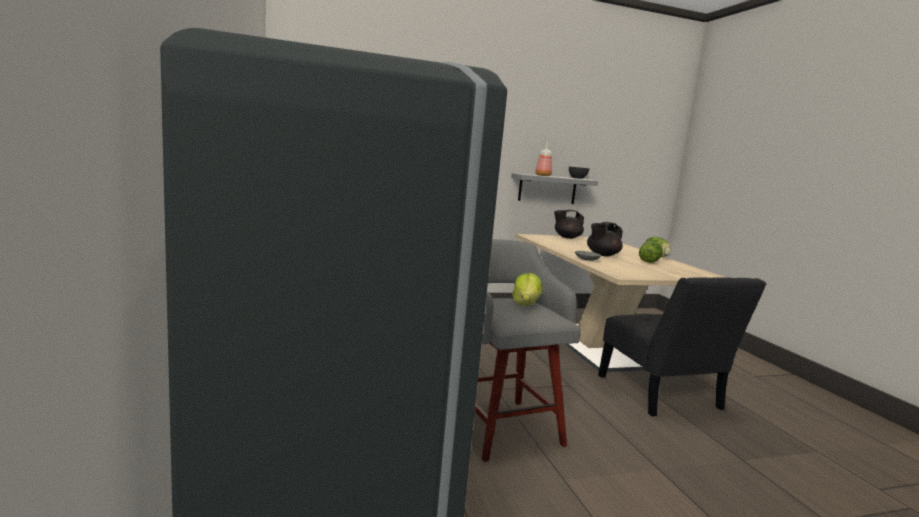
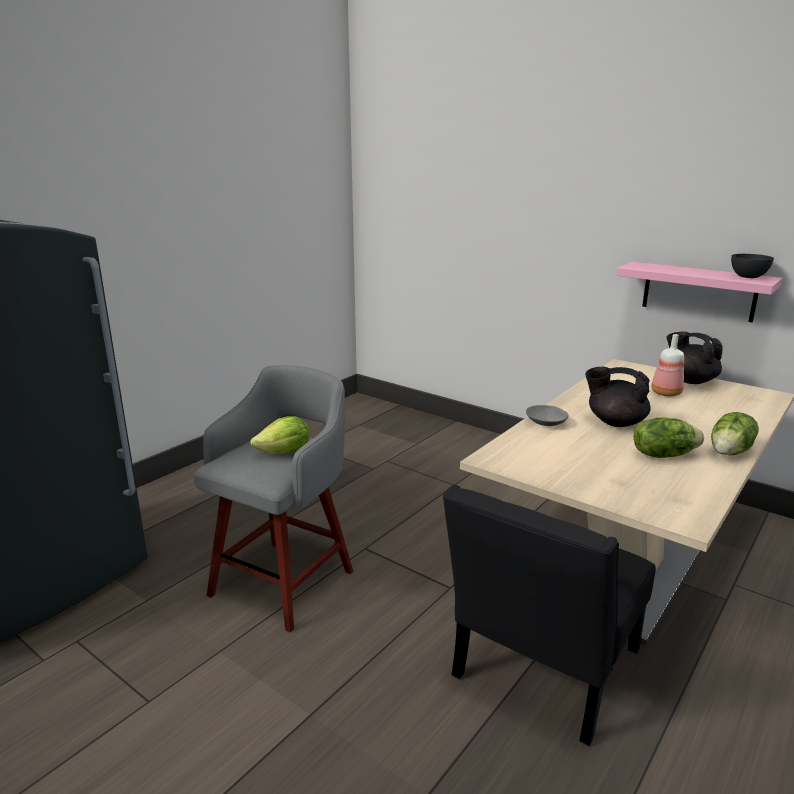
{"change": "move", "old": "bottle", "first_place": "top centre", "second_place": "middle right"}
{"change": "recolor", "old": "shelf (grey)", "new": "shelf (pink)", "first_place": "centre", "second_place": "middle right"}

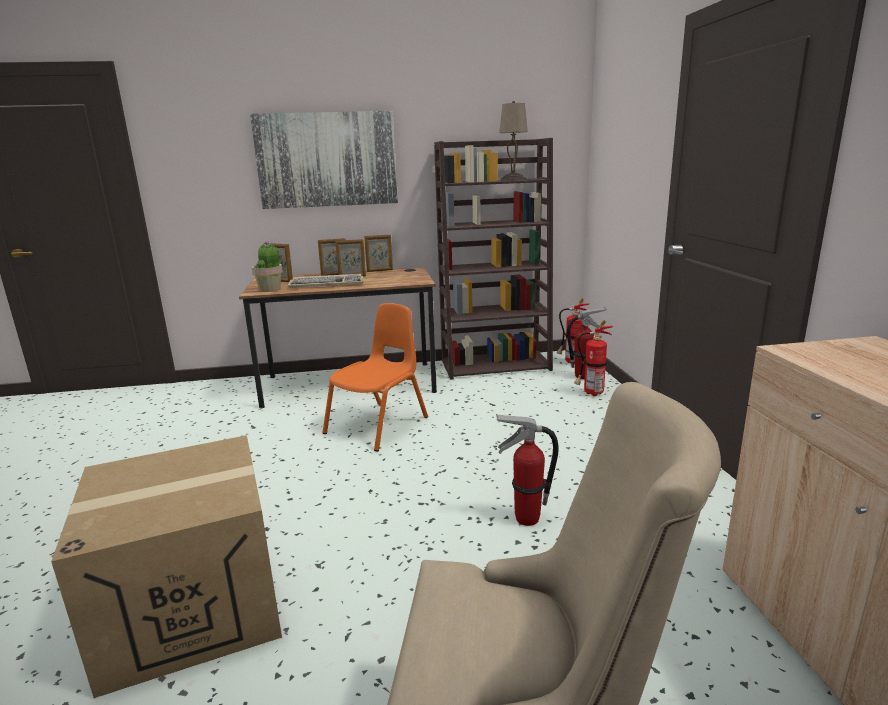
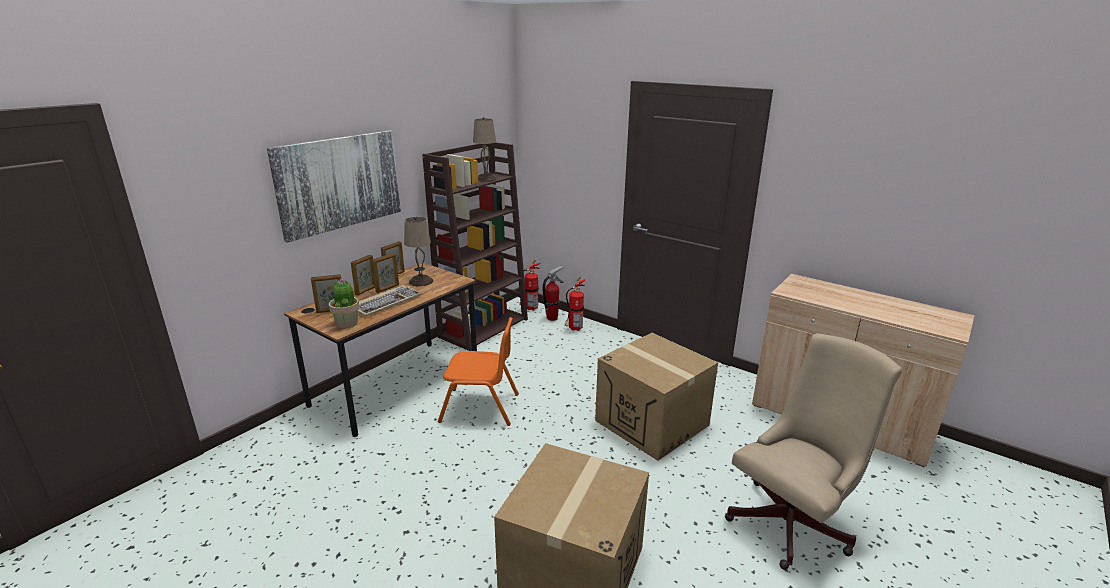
{"change": "rotate", "old": "chair (orange)", "first_place": "centre", "second_place": "centre", "degrees": 105}
{"change": "replace", "old": "fire extinguisher (1st from left)", "new": "cardboard box (2nd from left)", "first_place": "bottom centre", "second_place": "bottom centre"}
{"change": "insert", "new": "table lamp (beige) (1st from left)", "second_place": "centre"}

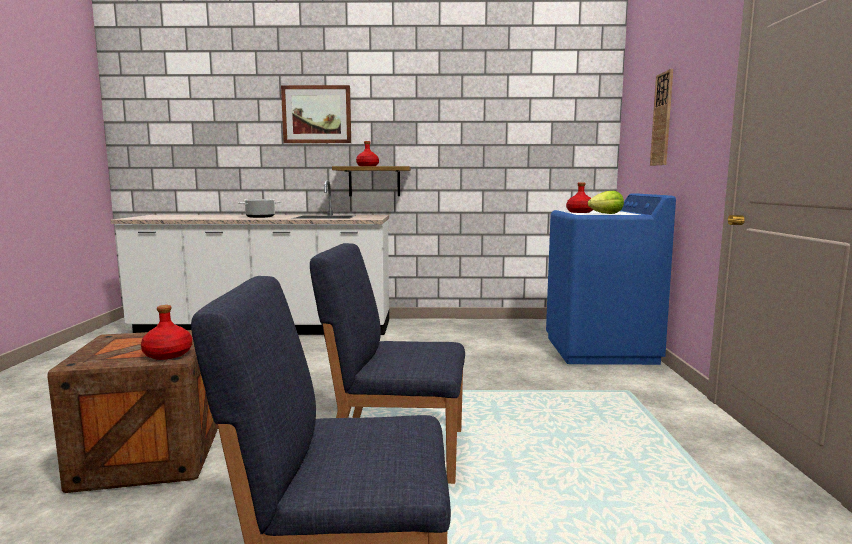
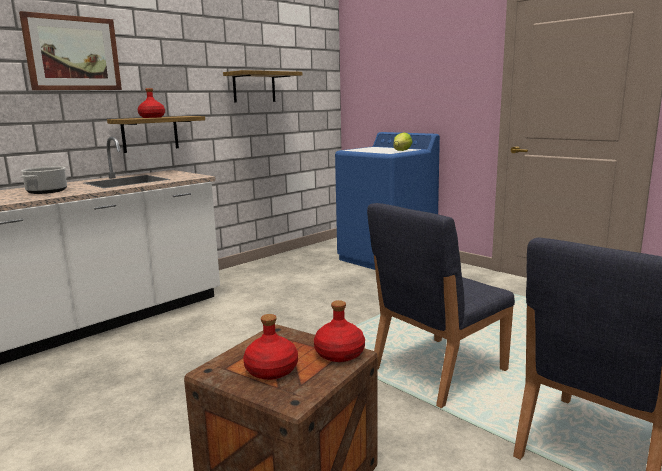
{"change": "delete", "old": "wall clock", "first_place": "top right"}
{"change": "move", "old": "bottle (red) (3rd from left in the first image)", "new": "bottle (red) (2nd from left)", "first_place": "middle right", "second_place": "bottom centre"}
{"change": "insert", "new": "shelf (2nd from left)", "second_place": "top centre"}

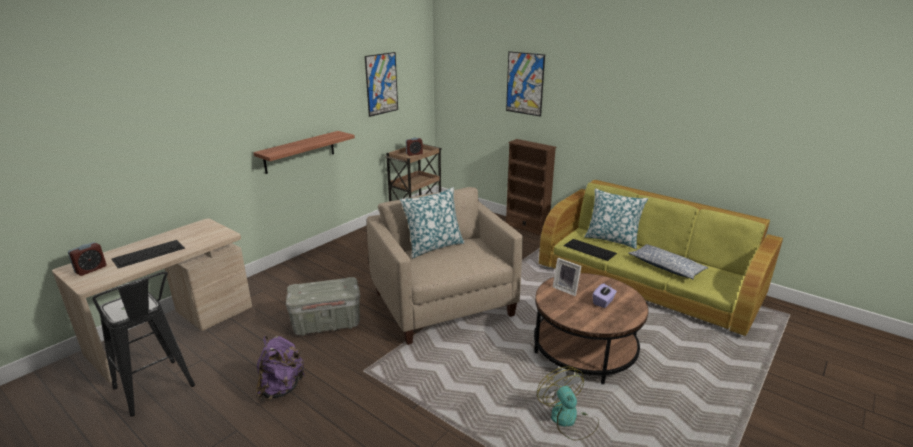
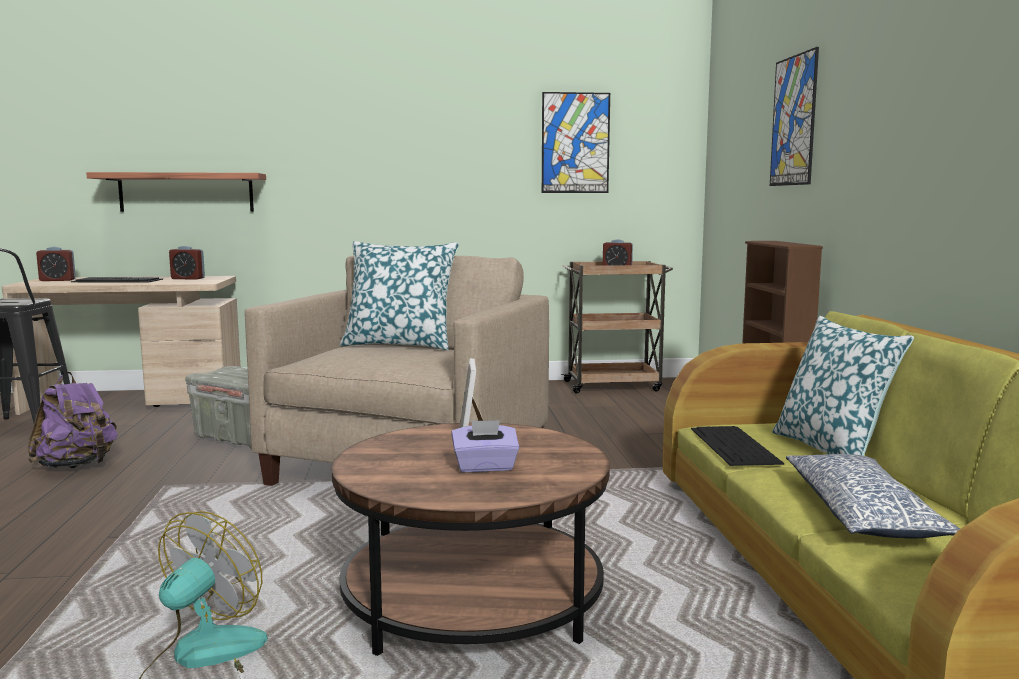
{"change": "move", "old": "shelf", "first_place": "middle left", "second_place": "top left"}
{"change": "insert", "new": "alarm clock (2nd from left)", "second_place": "middle left"}

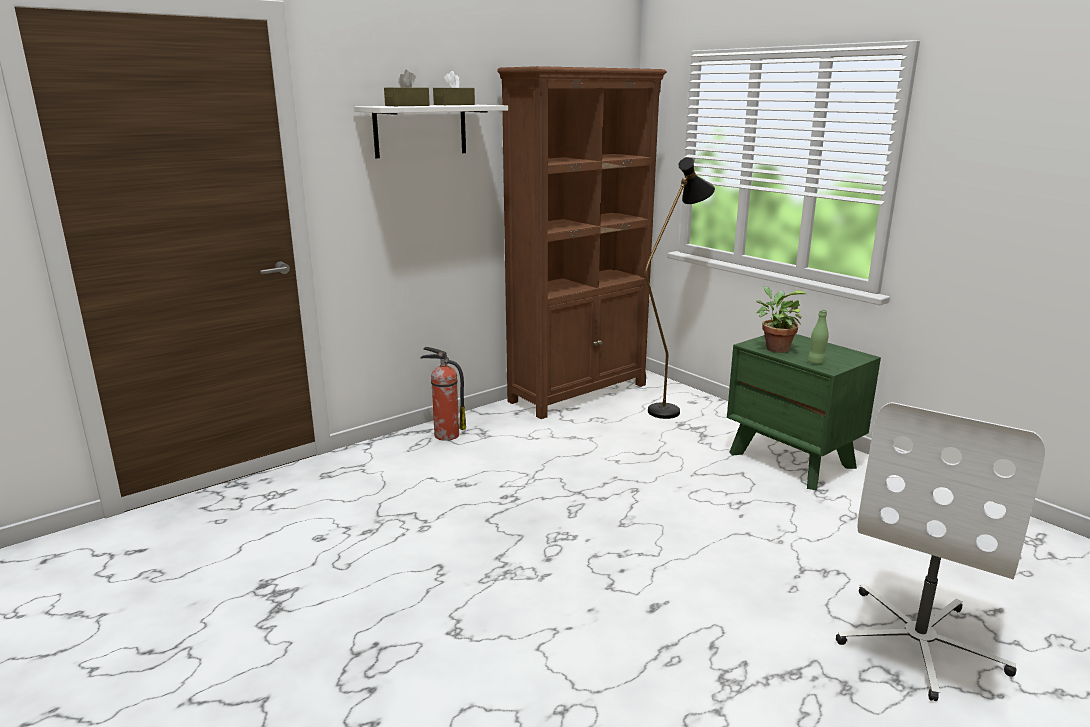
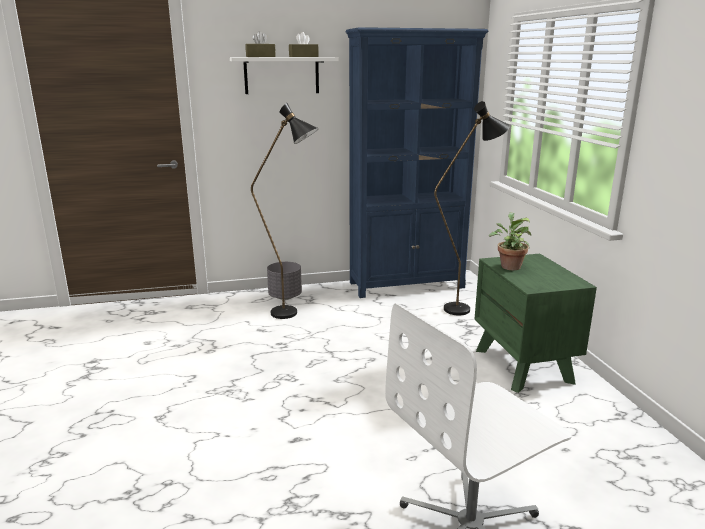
{"change": "recolor", "old": "bookcase (brown)", "new": "bookcase (blue)", "first_place": "top centre", "second_place": "top centre"}
{"change": "delete", "old": "bottle (green)", "first_place": "middle right"}
{"change": "replace", "old": "fire extinguisher", "new": "planter (grey)", "first_place": "centre", "second_place": "centre"}
{"change": "insert", "new": "floor lamp (black) (1st from left)", "second_place": "centre"}

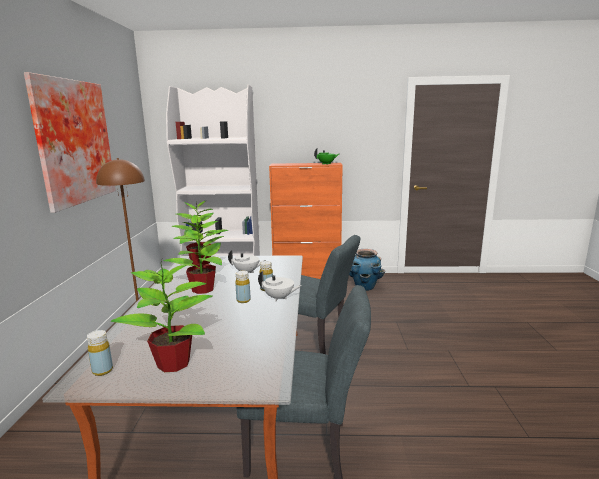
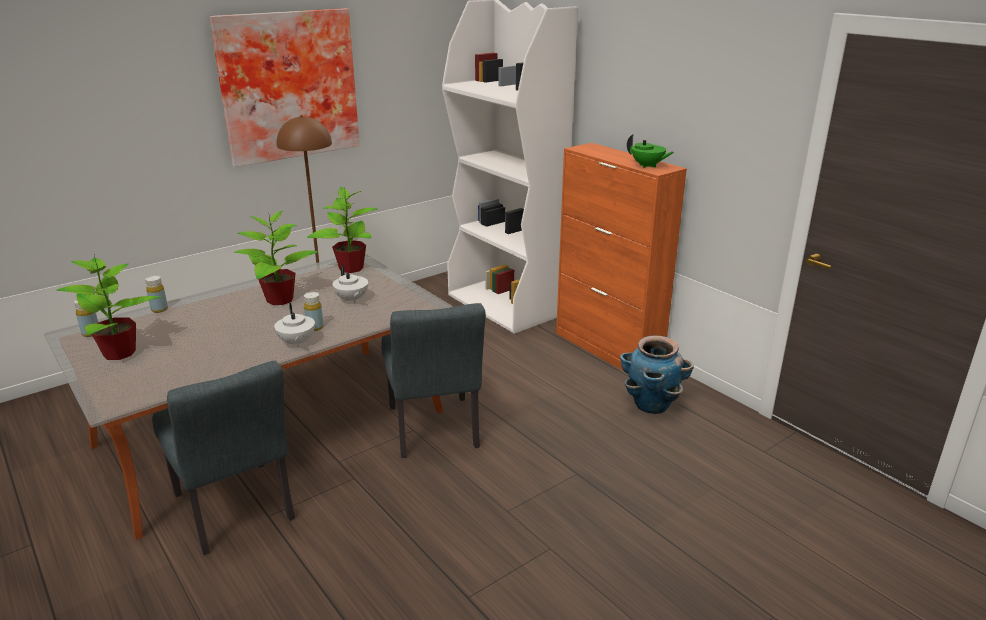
{"change": "move", "old": "bottle (yellow) (2nd from left)", "first_place": "centre", "second_place": "middle left"}

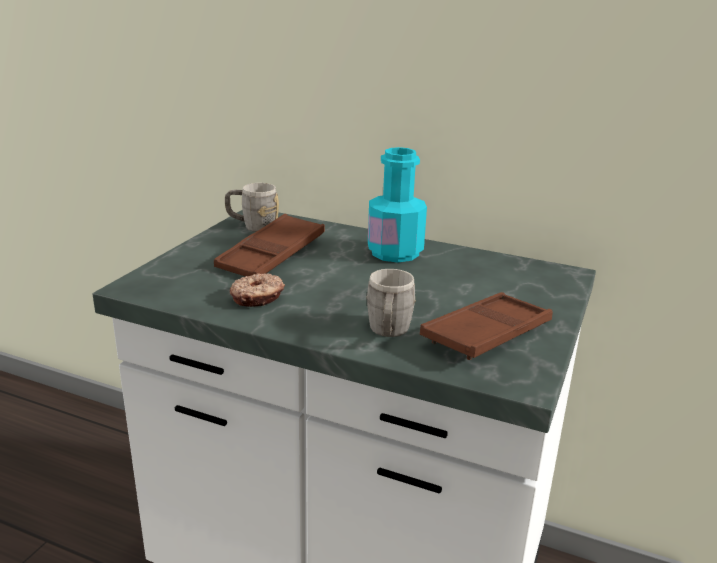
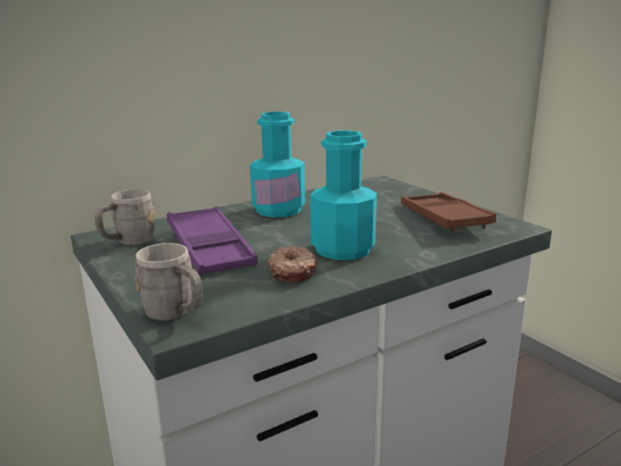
{"change": "recolor", "old": "tray (brown) (1st from left)", "new": "tray (purple)", "first_place": "centre", "second_place": "centre"}
{"change": "move", "old": "mug (grey) (2nd from left)", "first_place": "centre", "second_place": "middle left"}
{"change": "insert", "new": "bottle (turquoise) (2nd from left)", "second_place": "centre"}

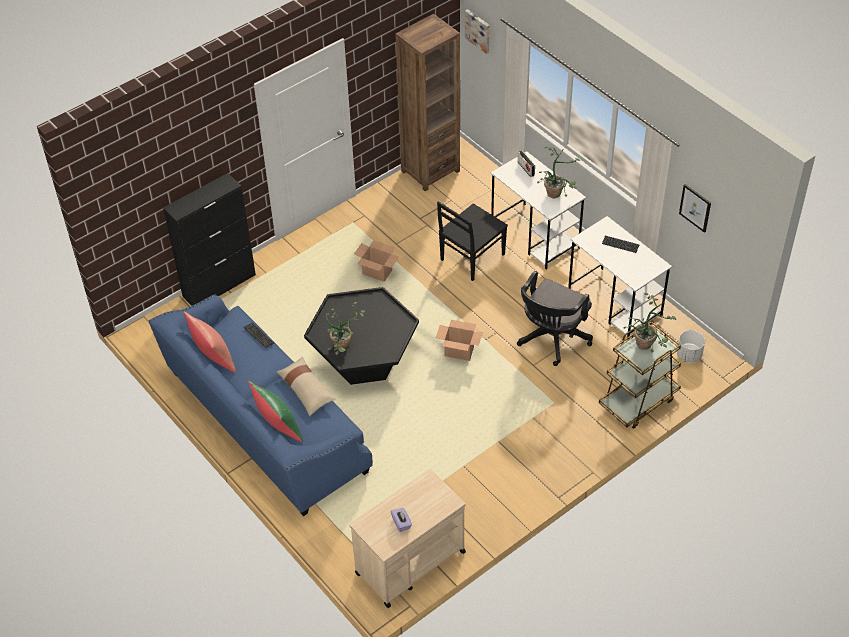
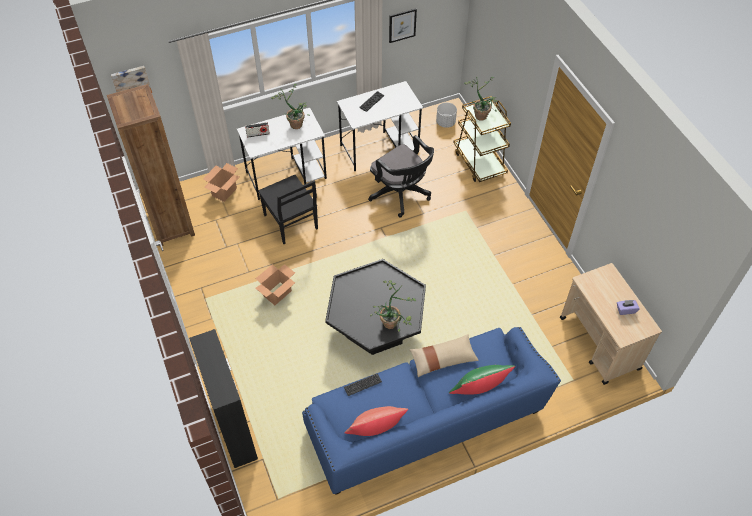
{"change": "move", "old": "cardboard box (2nd from left in the first image)", "new": "cardboard box (1st from left)", "first_place": "centre", "second_place": "middle left"}

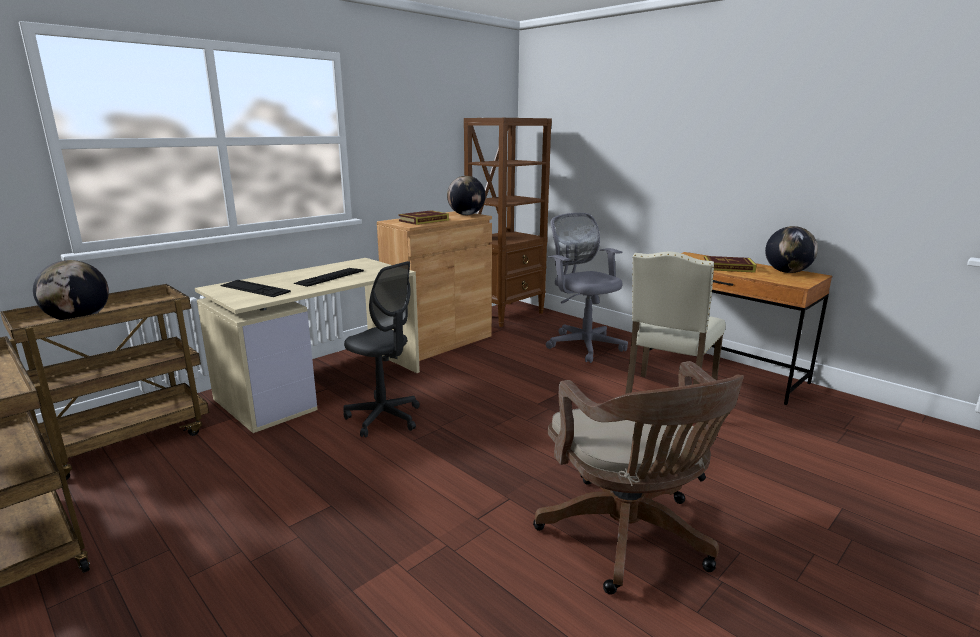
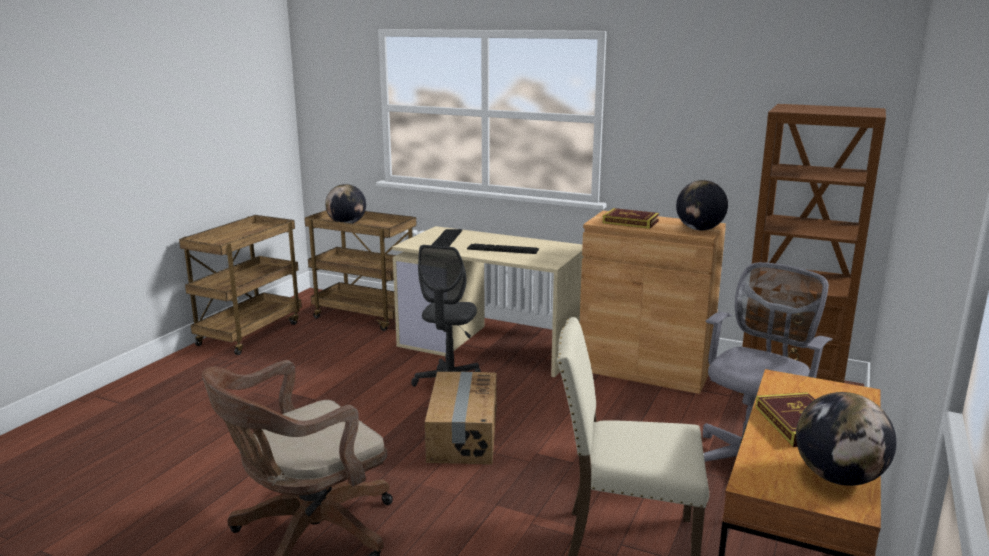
{"change": "insert", "new": "cardboard box", "second_place": "bottom centre"}

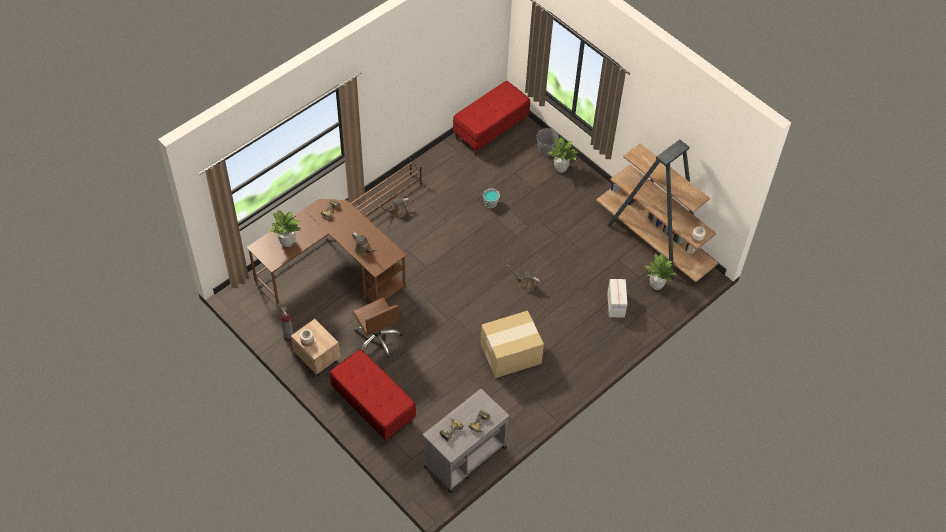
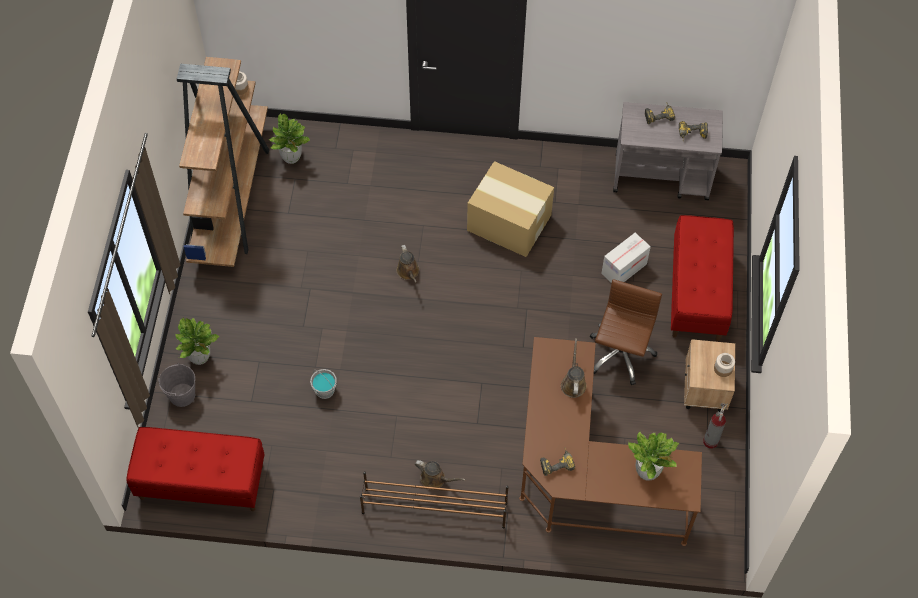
{"change": "move", "old": "cardboard box (2nd from left)", "first_place": "centre", "second_place": "middle right"}

